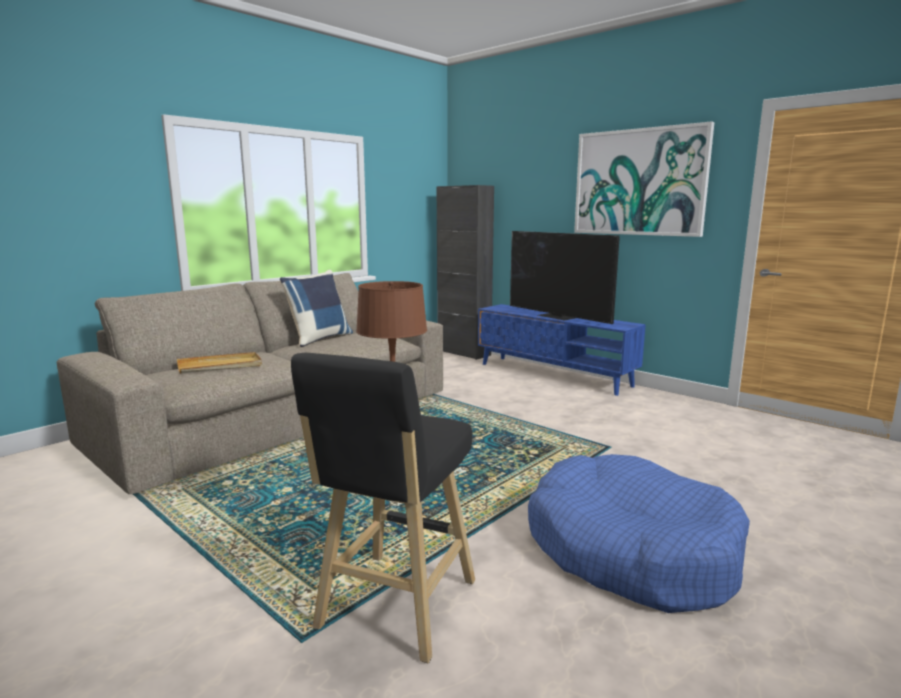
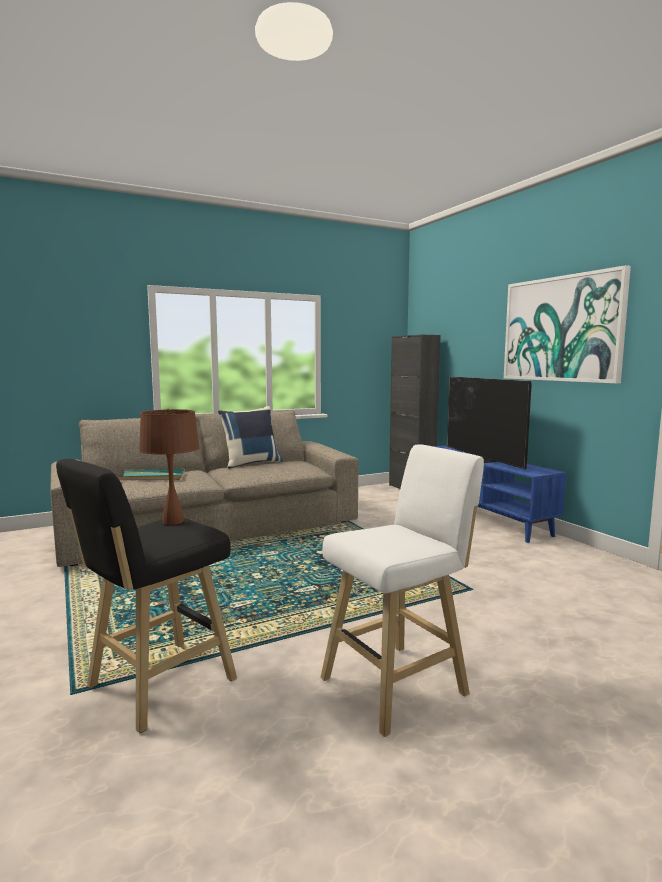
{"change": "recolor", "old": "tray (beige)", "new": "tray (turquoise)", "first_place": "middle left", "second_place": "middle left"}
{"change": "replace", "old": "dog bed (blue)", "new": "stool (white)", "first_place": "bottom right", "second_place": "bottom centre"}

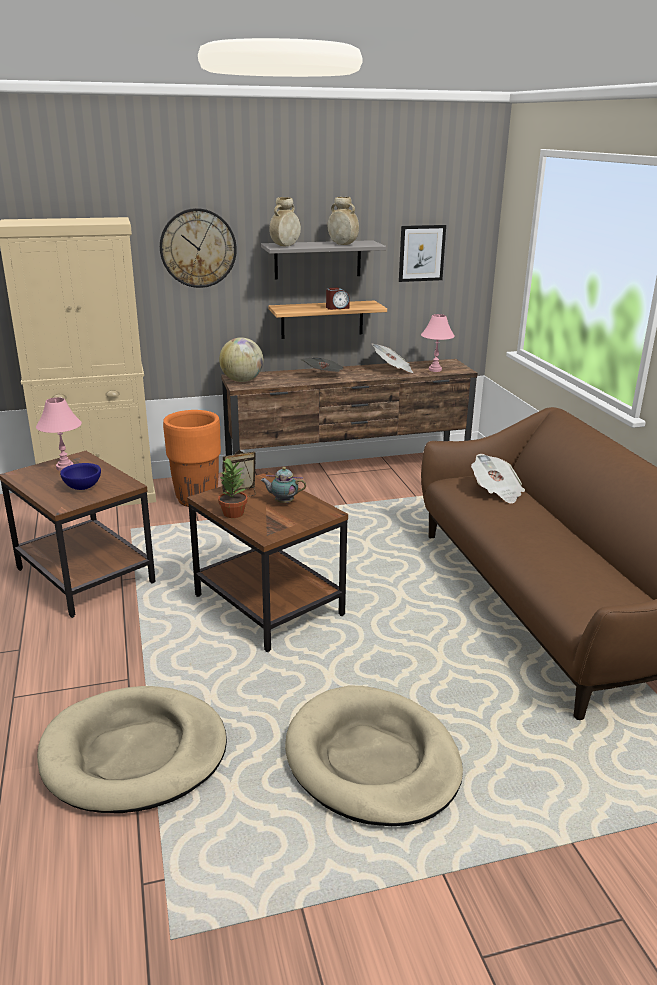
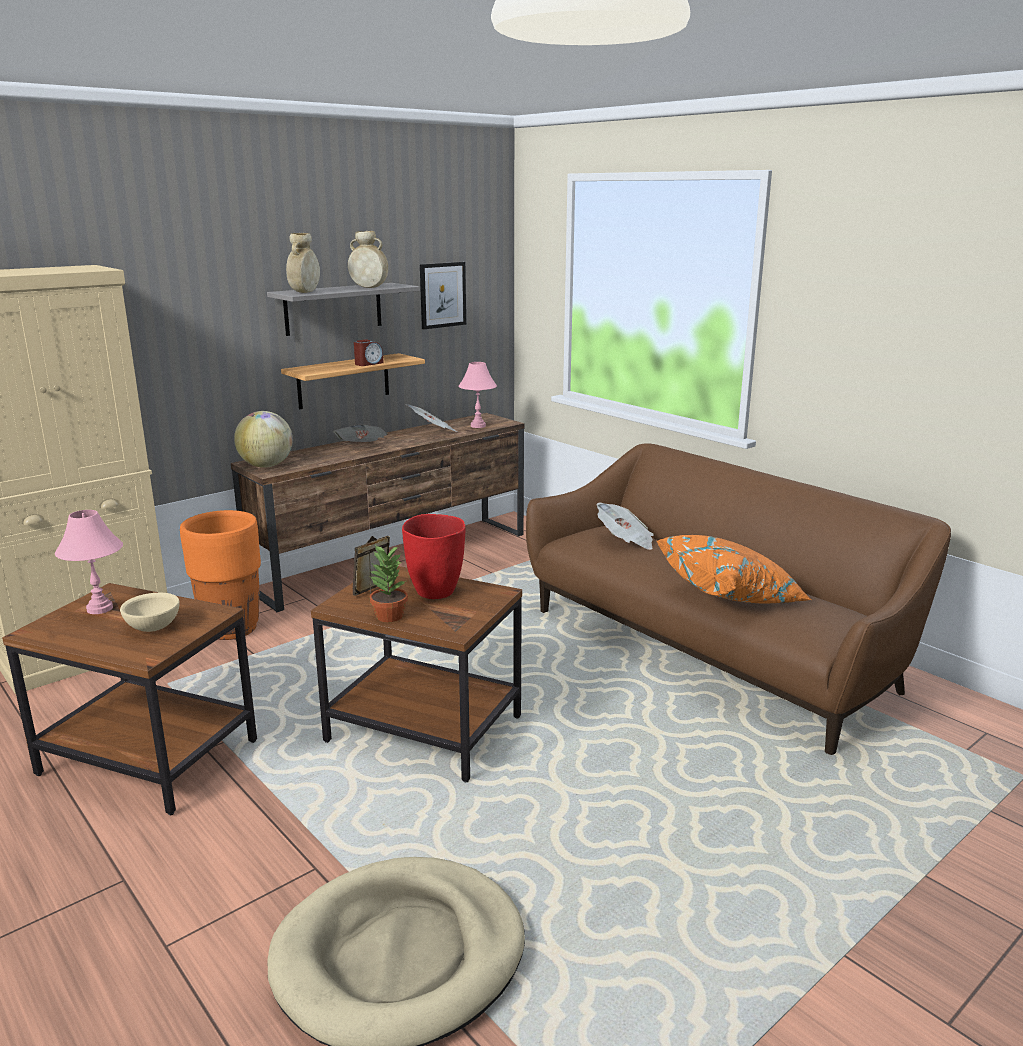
{"change": "delete", "old": "wall clock", "first_place": "top left"}
{"change": "recolor", "old": "bowl (blue)", "new": "bowl (beige)", "first_place": "middle left", "second_place": "middle left"}
{"change": "replace", "old": "teapot", "new": "vase (red)", "first_place": "centre", "second_place": "centre"}
{"change": "delete", "old": "dog bed (beige) (2nd from left)", "first_place": "bottom centre"}
{"change": "insert", "new": "pillow (orange)", "second_place": "middle right"}

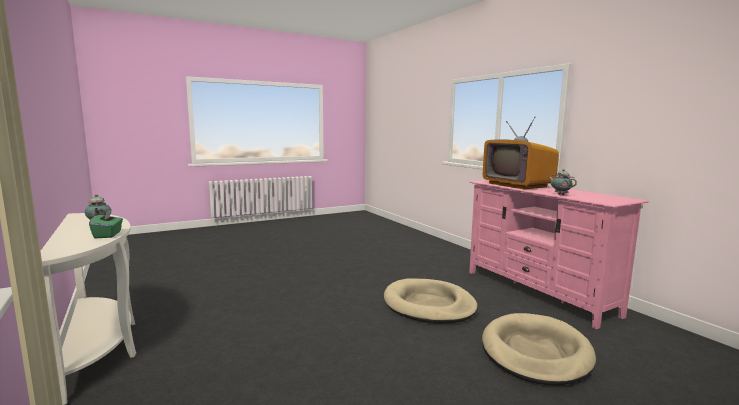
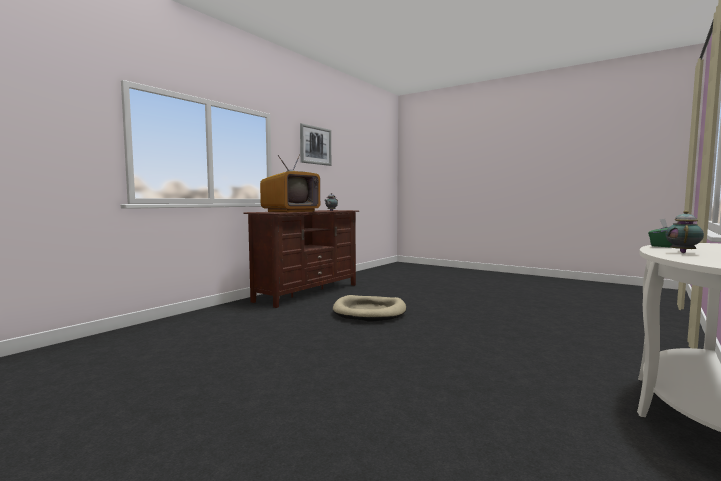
{"change": "recolor", "old": "tv stand (pink)", "new": "tv stand (brown)", "first_place": "middle right", "second_place": "centre"}
{"change": "delete", "old": "dog bed (beige) (2nd from left)", "first_place": "bottom right"}
{"change": "insert", "new": "picture", "second_place": "top centre"}

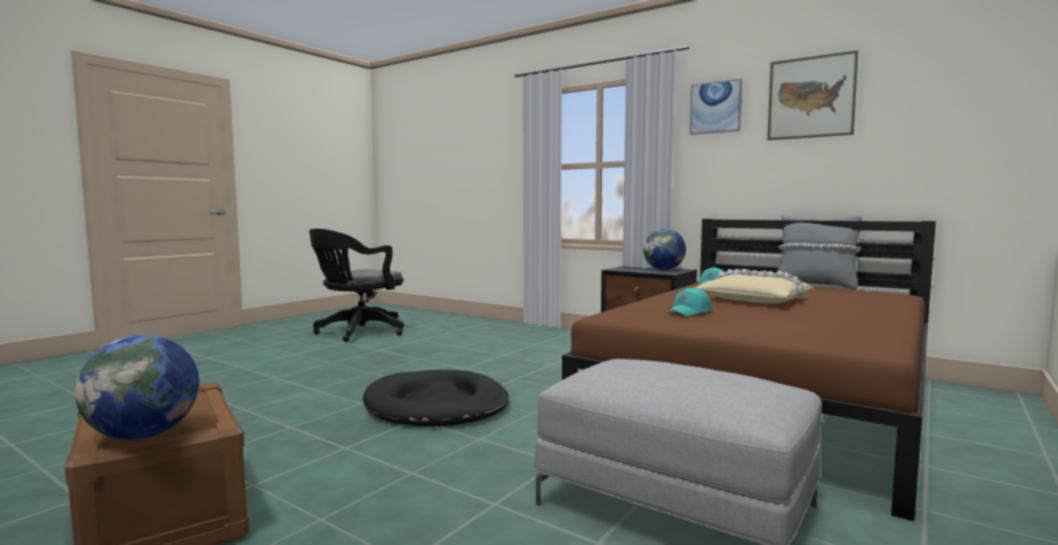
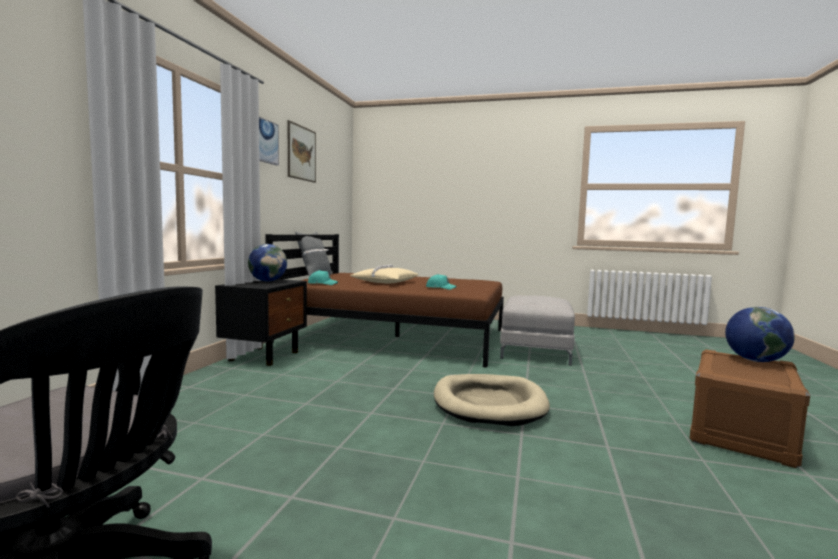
{"change": "recolor", "old": "dog bed (black)", "new": "dog bed (beige)", "first_place": "bottom centre", "second_place": "bottom centre"}

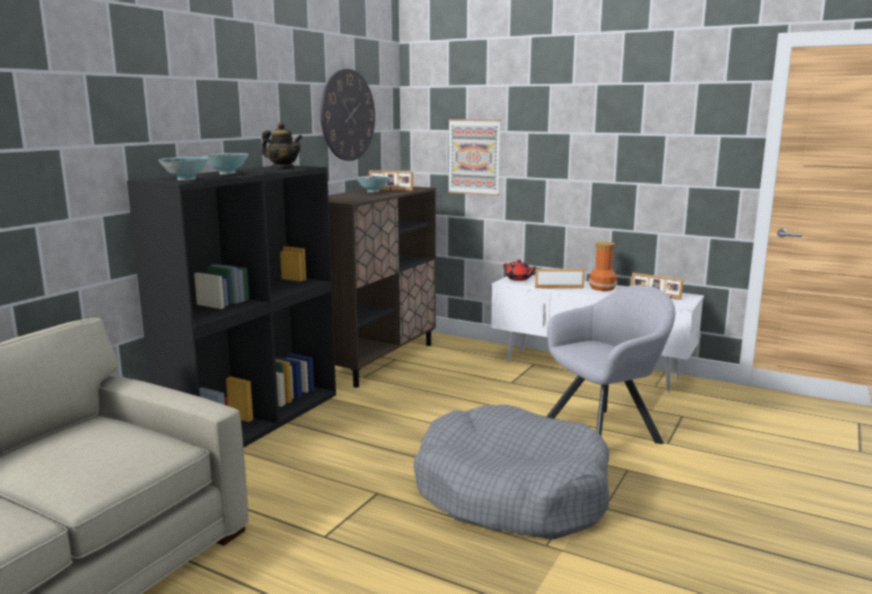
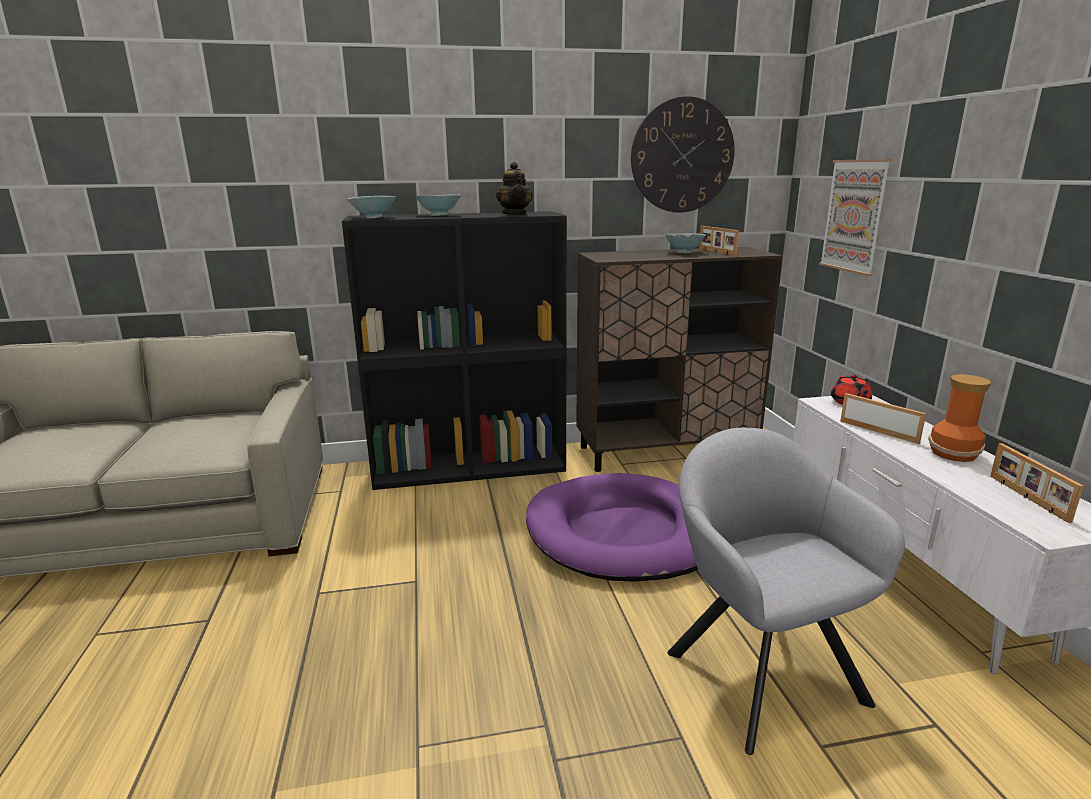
{"change": "rotate", "old": "armchair (grey)", "first_place": "middle right", "second_place": "bottom right", "degrees": -135}
{"change": "delete", "old": "dog bed (grey)", "first_place": "bottom centre"}
{"change": "insert", "new": "dog bed (purple)", "second_place": "centre"}

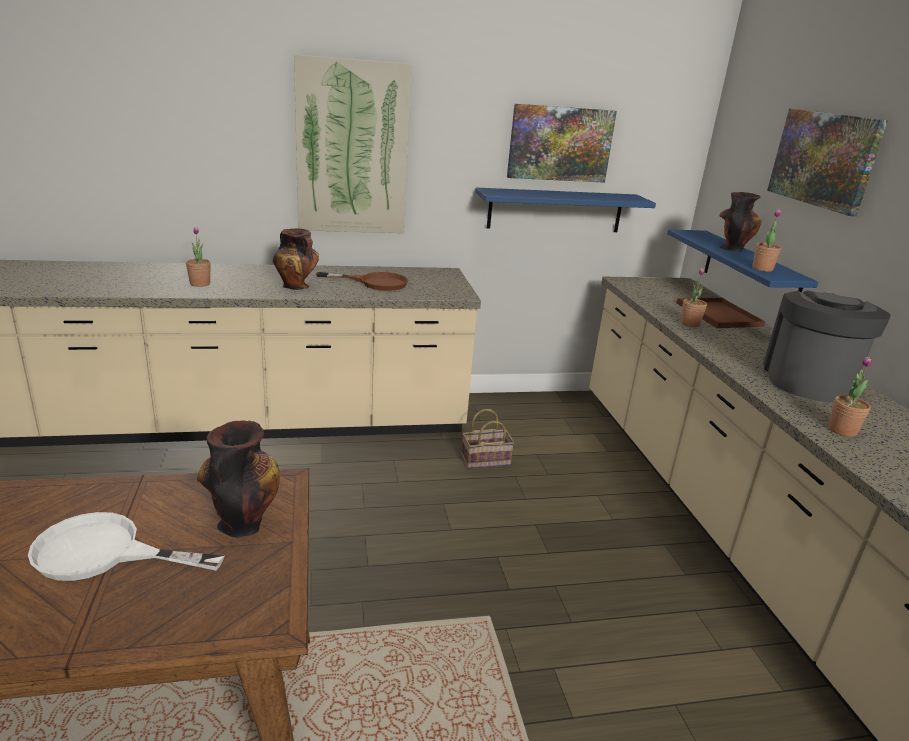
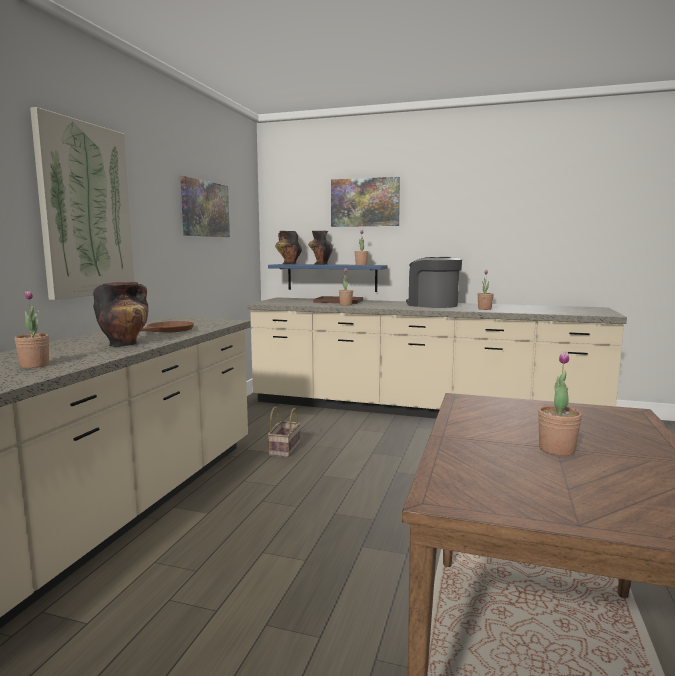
{"change": "delete", "old": "shelf (blue) (1st from left)", "first_place": "top centre"}
{"change": "move", "old": "vase (1st from left in the first image)", "new": "vase (2nd from left)", "first_place": "middle left", "second_place": "centre"}
{"change": "replace", "old": "frying pan (white)", "new": "potted plant (5th from left)", "first_place": "bottom left", "second_place": "middle right"}

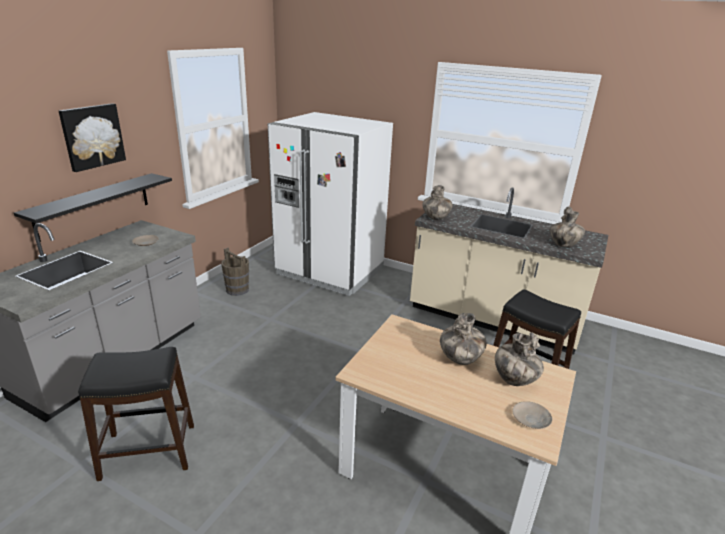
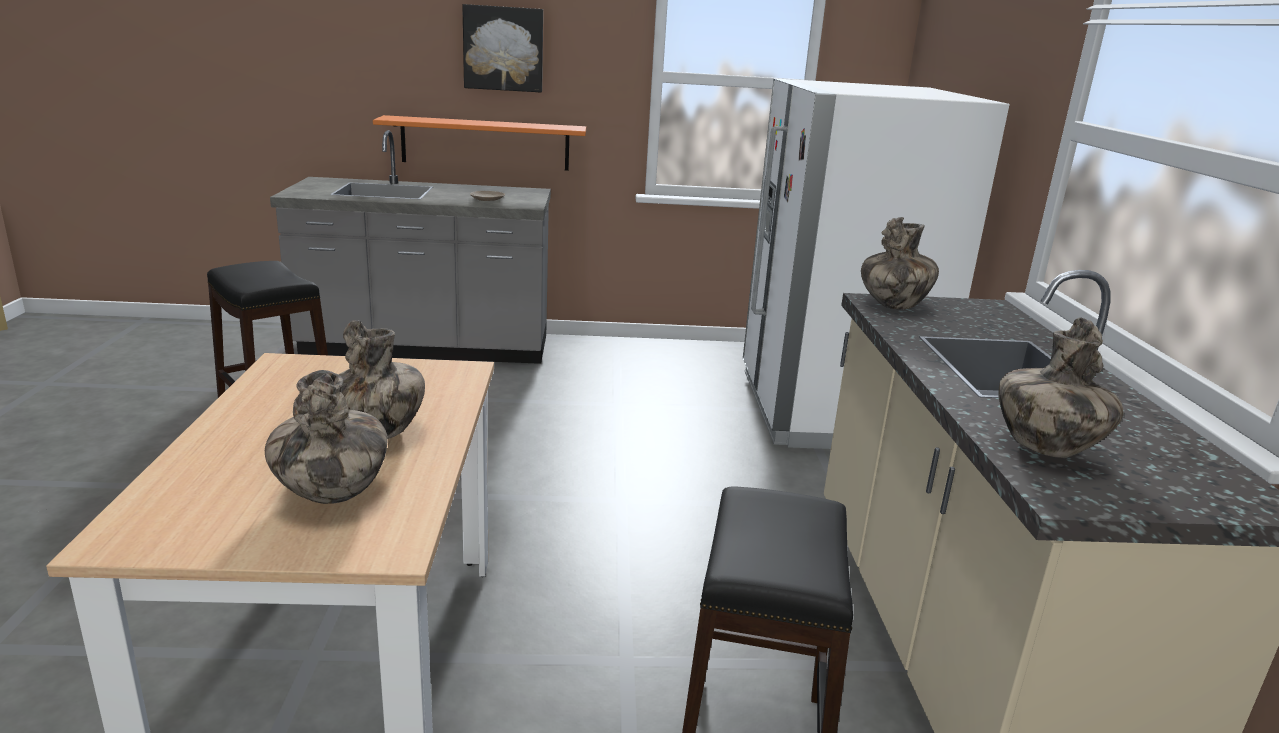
{"change": "recolor", "old": "shelf (black)", "new": "shelf (orange)", "first_place": "middle left", "second_place": "top centre"}
{"change": "delete", "old": "bucket (brown)", "first_place": "middle left"}
{"change": "delete", "old": "plate (beige) (2nd from left)", "first_place": "bottom right"}

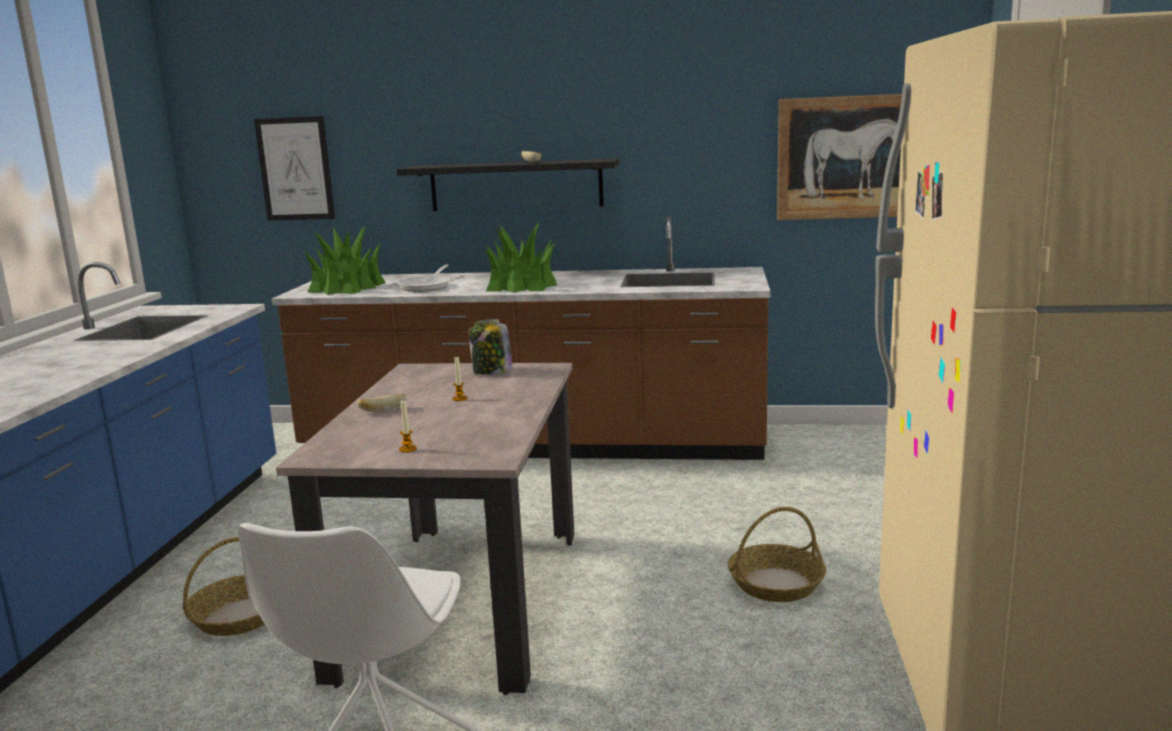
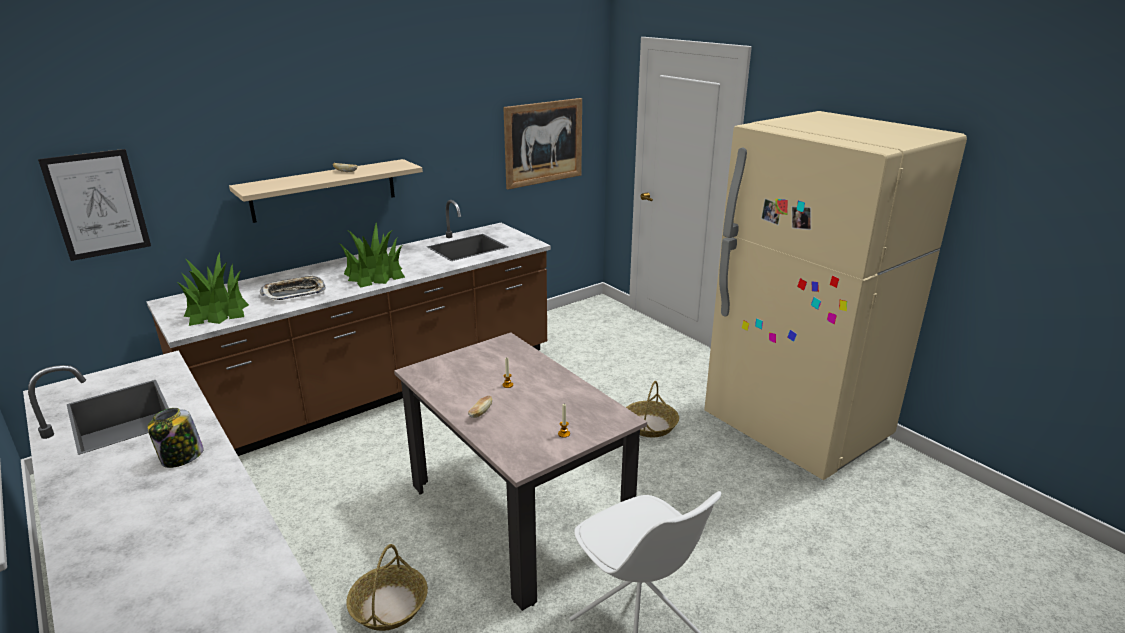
{"change": "recolor", "old": "shelf (black)", "new": "shelf (beige)", "first_place": "top centre", "second_place": "top left"}
{"change": "replace", "old": "frying pan", "new": "tray", "first_place": "centre", "second_place": "middle left"}
{"change": "move", "old": "jar", "first_place": "centre", "second_place": "bottom left"}

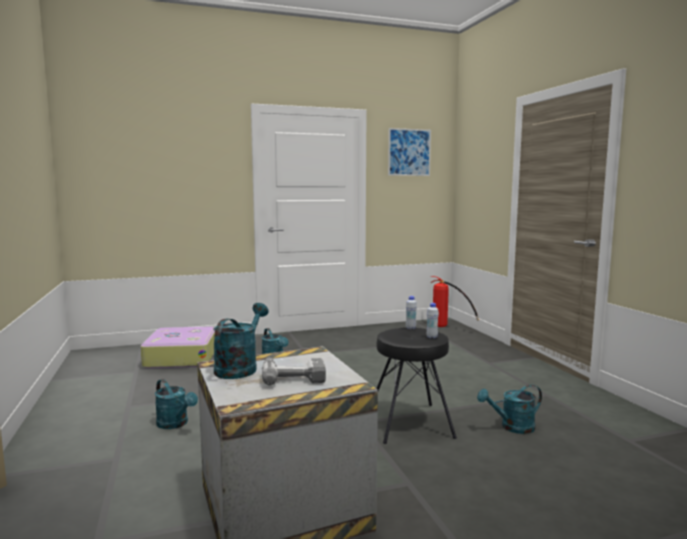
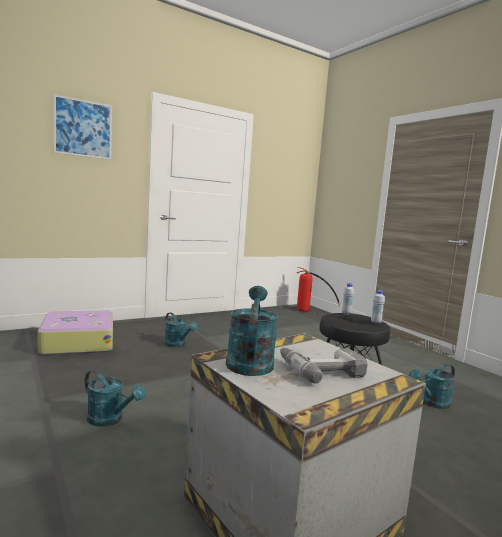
{"change": "move", "old": "picture", "first_place": "top centre", "second_place": "top left"}

